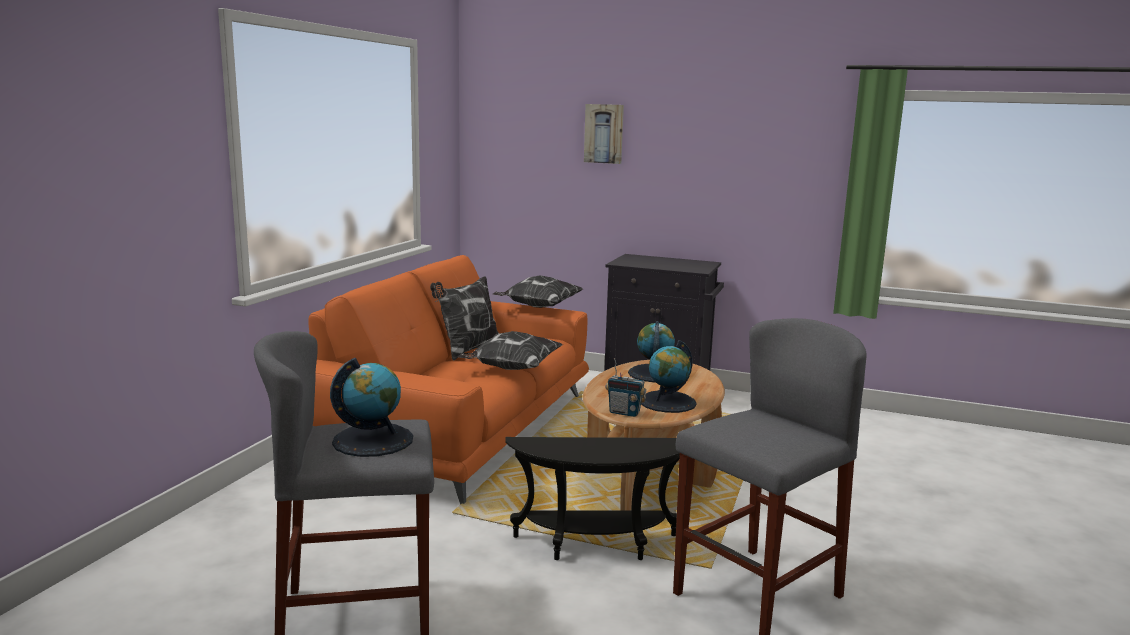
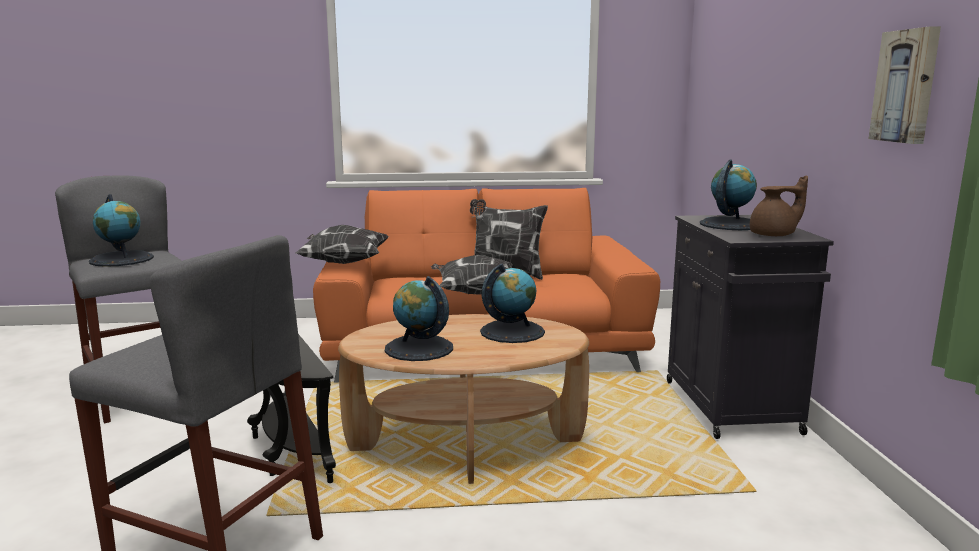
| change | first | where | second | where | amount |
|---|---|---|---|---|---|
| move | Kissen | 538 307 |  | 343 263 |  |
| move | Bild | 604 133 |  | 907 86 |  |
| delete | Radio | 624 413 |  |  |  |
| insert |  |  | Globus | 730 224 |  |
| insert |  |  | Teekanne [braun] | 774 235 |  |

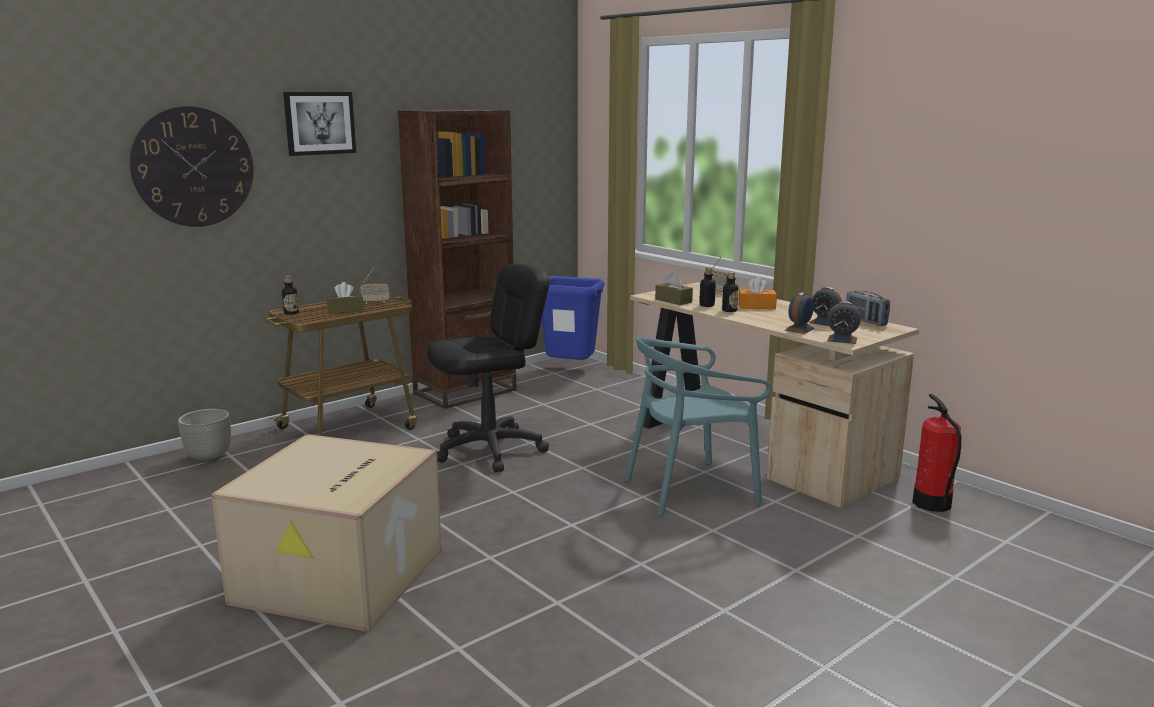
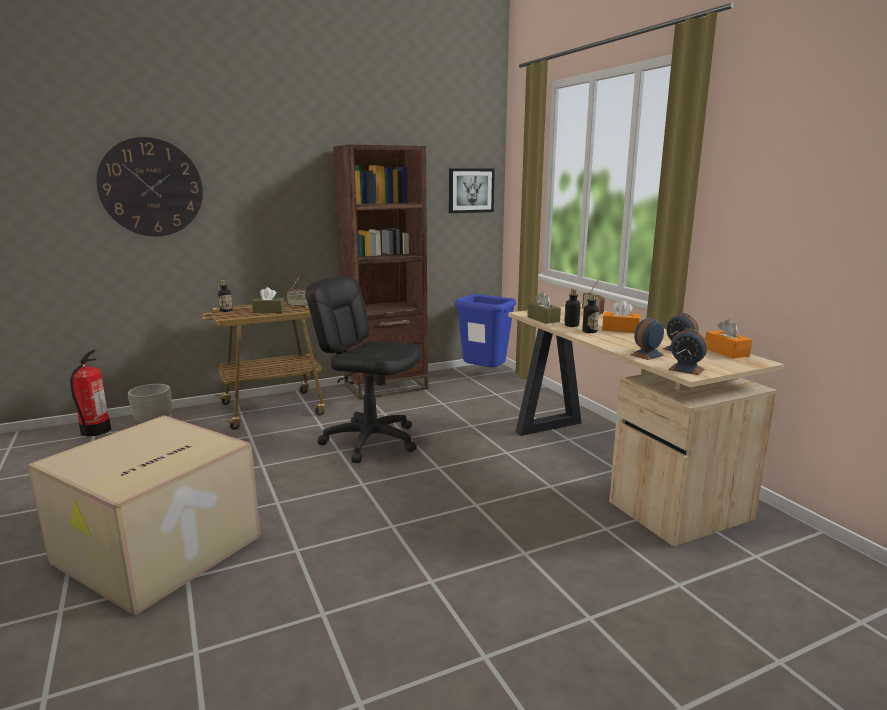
| change | first | where | second | where | amount |
|---|---|---|---|---|---|
| move | Bild | 319 123 |  | 470 190 |  |
| rotate | Bürostuhl [schwarz] | 490 450 |  | 370 441 | 135 degrees counterclockwise |
| delete | Stuhl [türkis] | 691 489 |  |  |  |
| replace | Radio | 865 321 | Taschentuchbox [orange] | 726 352 |  |
| move | Feuerlöscher | 931 503 |  | 95 431 |  |

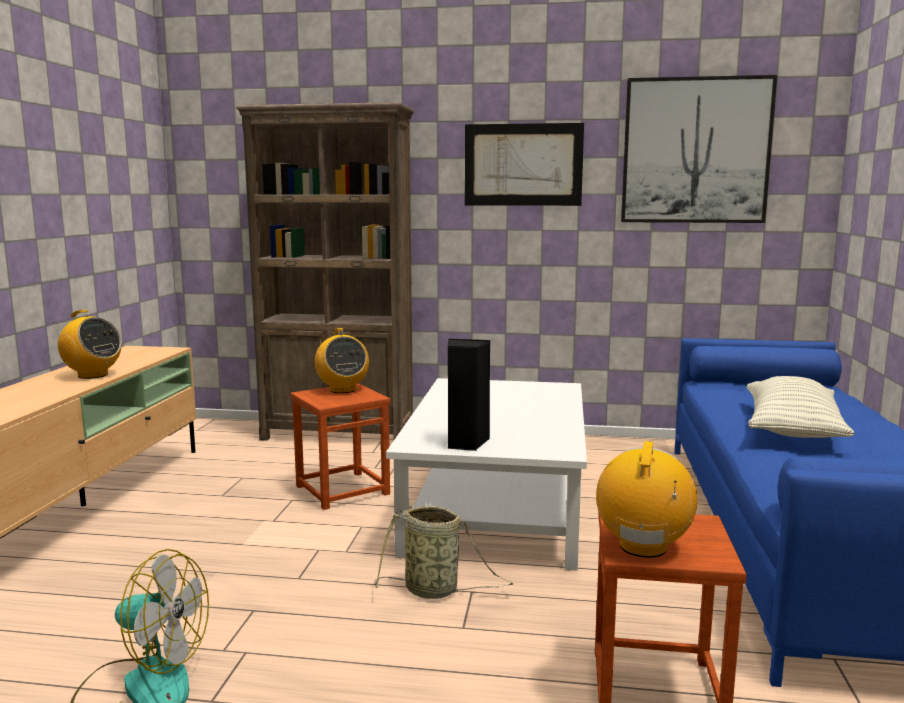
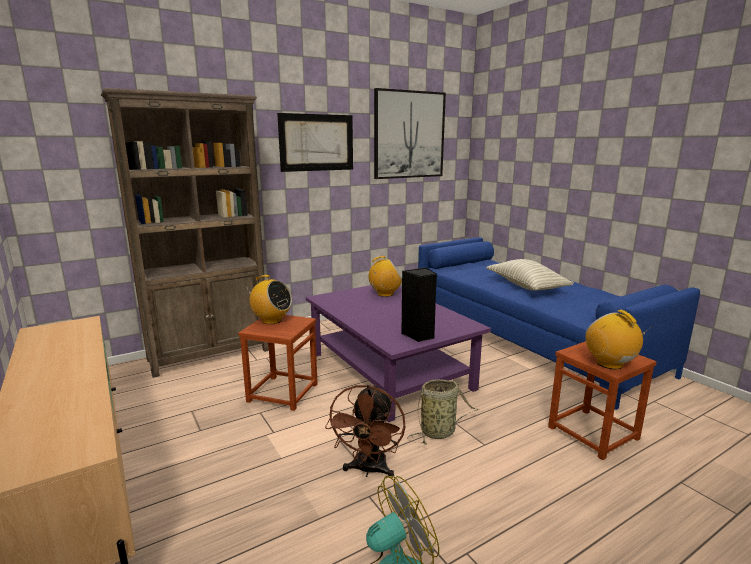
| change | first | where | second | where | amount |
|---|---|---|---|---|---|
| move | Radio | 92 375 |  | 385 294 |  |
| recolor | Couchtisch [weiß] | 498 508 | Couchtisch [lila] | 390 370 |  |
| insert |  |  | Ventilator [braun] | 368 470 |  |

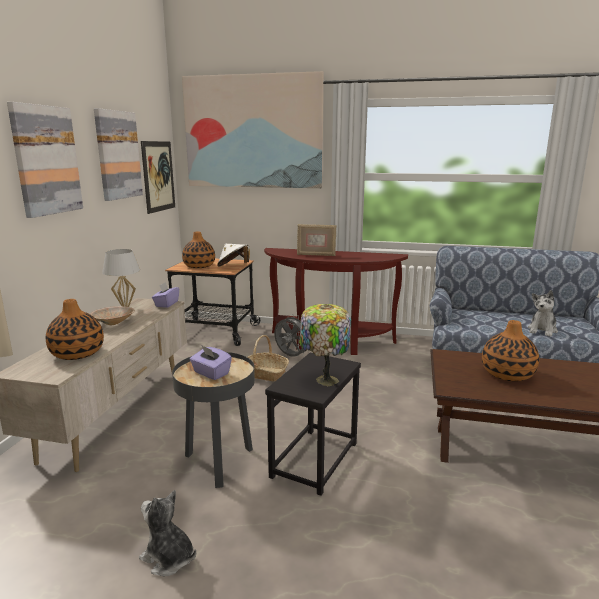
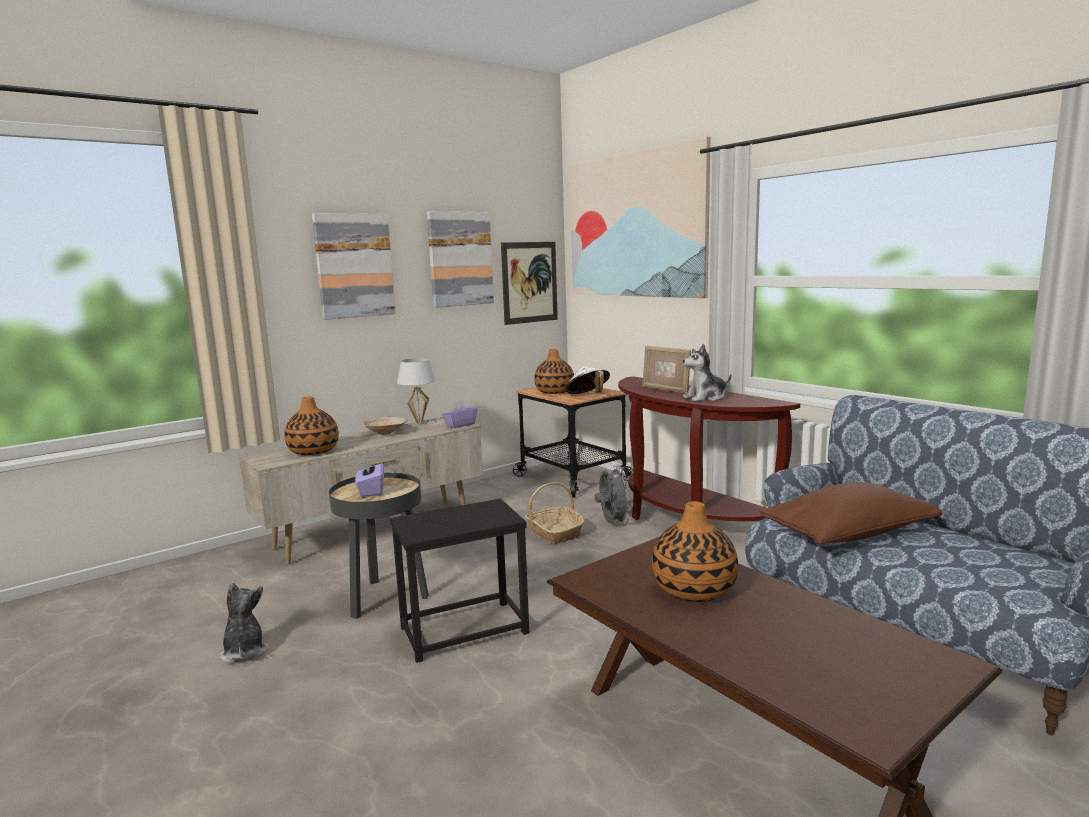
| change | first | where | second | where | amount |
|---|---|---|---|---|---|
| delete | Tischlampe | 325 380 |  |  |  |
| move | Plüschtier | 542 330 |  | 705 398 |  |
| insert |  |  | Kissen [braun] | 848 534 |  |

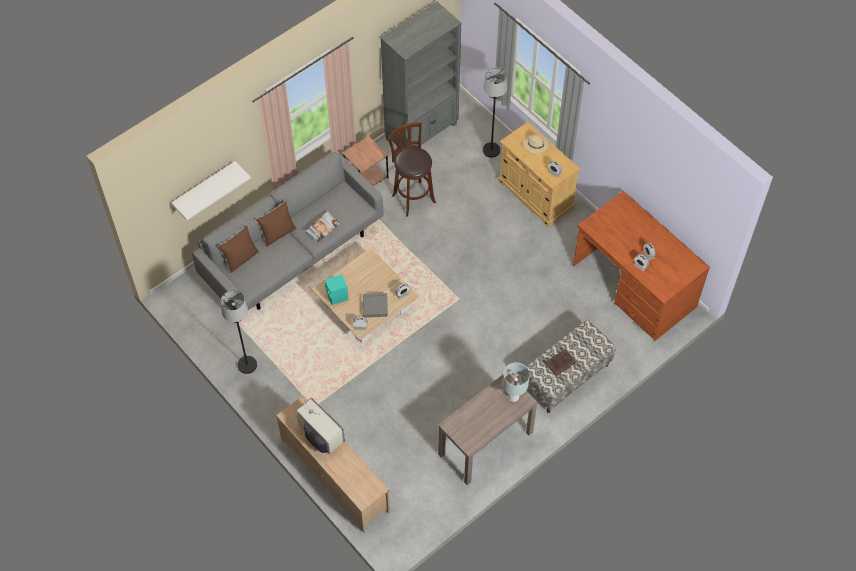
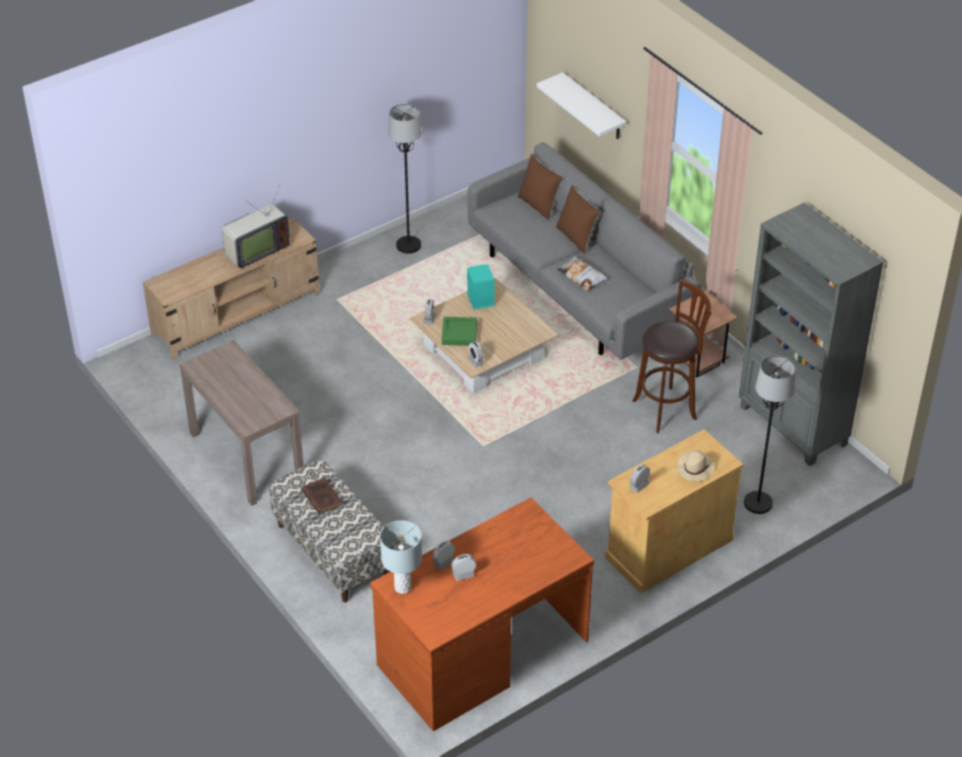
| change | first | where | second | where | amount |
|---|---|---|---|---|---|
| recolor | Tablett [grau] | 375 306 | Tablett [grün] | 459 334 |  |
| move | Tischlampe [grau] | 513 397 |  | 403 587 |  |

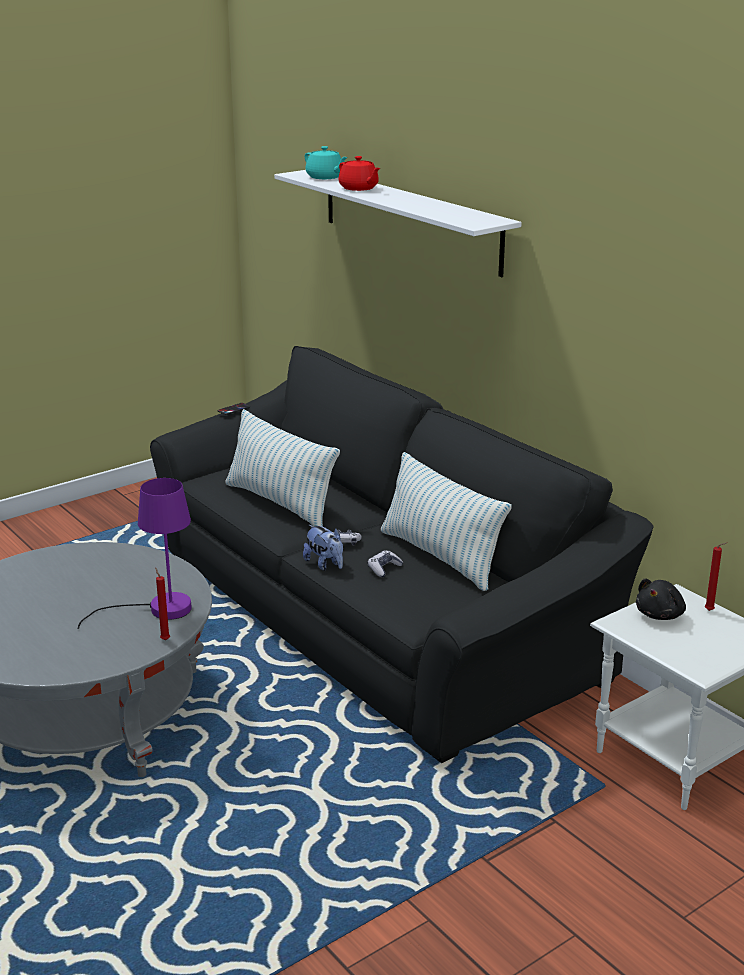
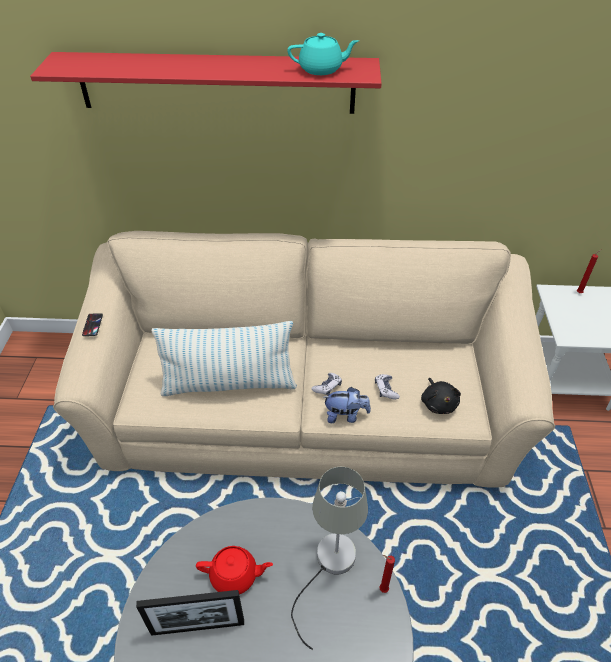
| change | first | where | second | where | amount |
|---|---|---|---|---|---|
| recolor | Tischlampe [lila] | 158 610 | Tischlampe [grau] | 329 566 |  |
| recolor | Sofa [schwarz] | 373 613 | Sofa [beige] | 305 408 |  |
| recolor | Wandregal [weiß] | 410 220 | Wandregal [rot] | 216 83 |  |
| move | Teekanne [türkis] | 325 177 |  | 321 69 |  |
| move | Teekanne [rot] | 359 188 |  | 235 575 |  |
| delete | Kissen | 440 557 |  |  |  |
| move | Plüschtier [schwarz] | 660 614 |  | 438 403 |  |
| insert |  |  | Bilderrahmen | 198 627 |  |

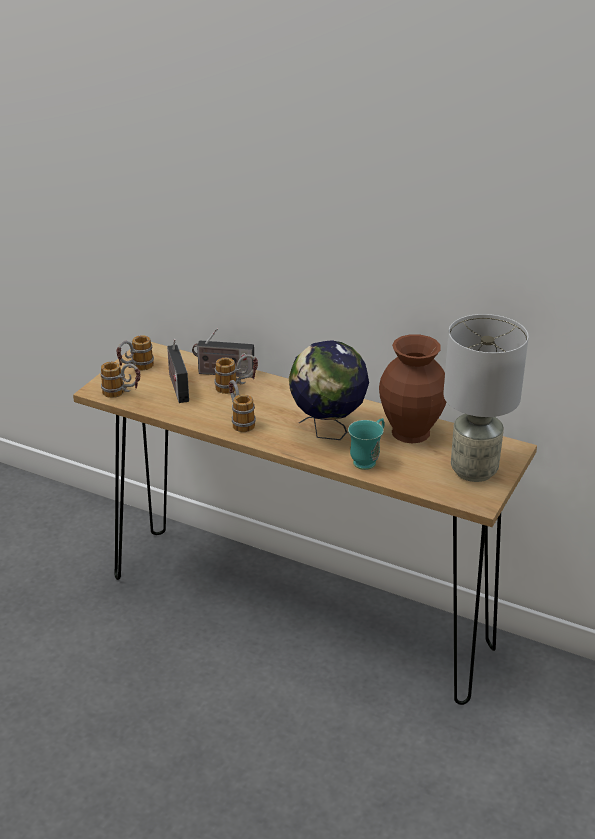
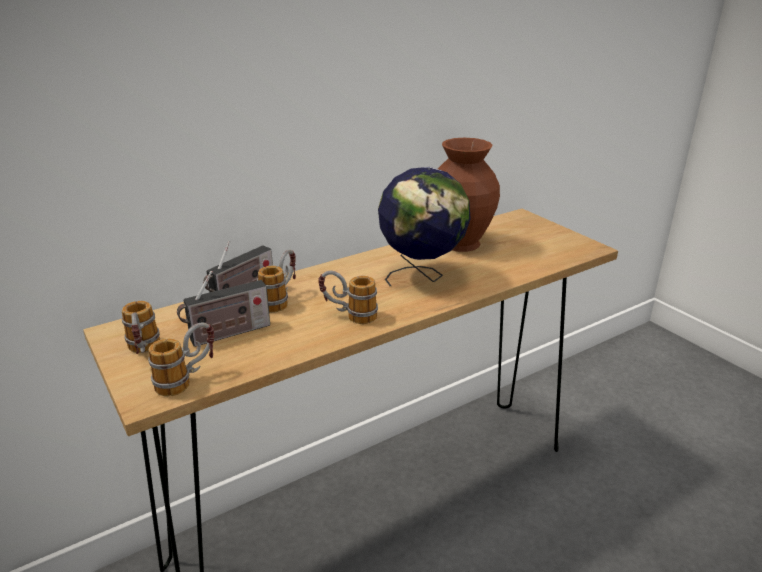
| change | first | where | second | where | amount |
|---|---|---|---|---|---|
| rotate | Radio | 177 386 |  | 227 334 | 45 degrees counterclockwise |
| delete | Henkelbecher [türkis] | 368 460 |  |  |  |
| delete | Tischlampe [grau] | 475 471 |  |  |  |

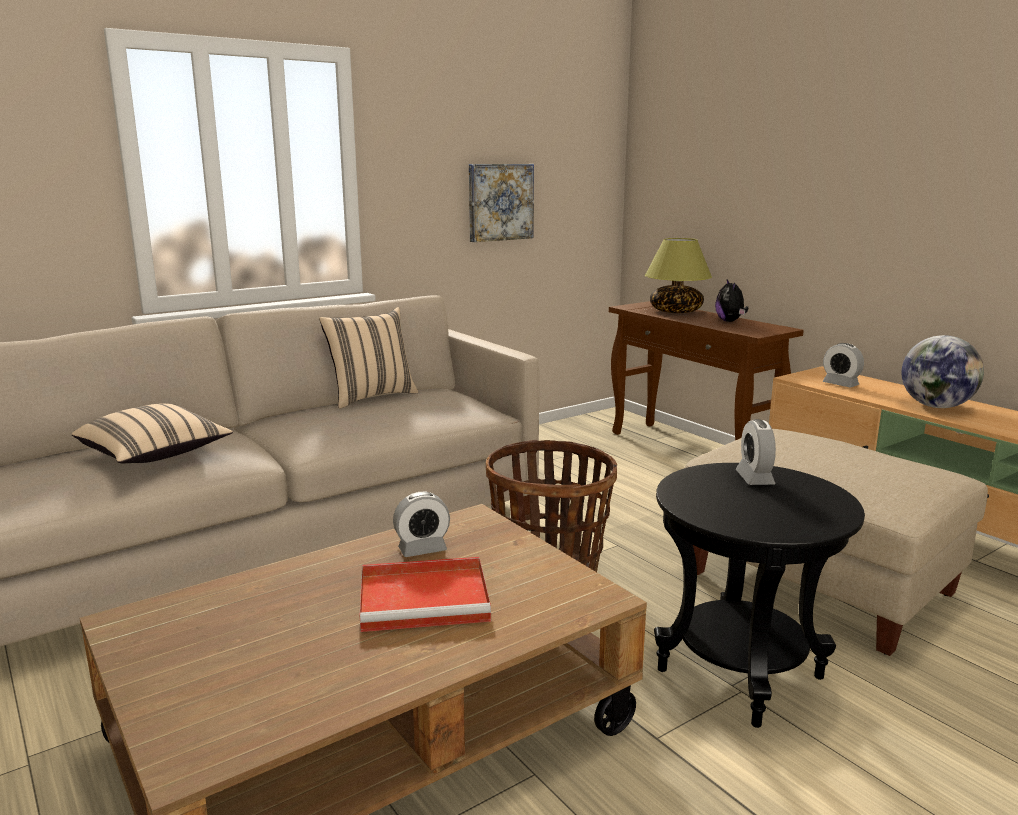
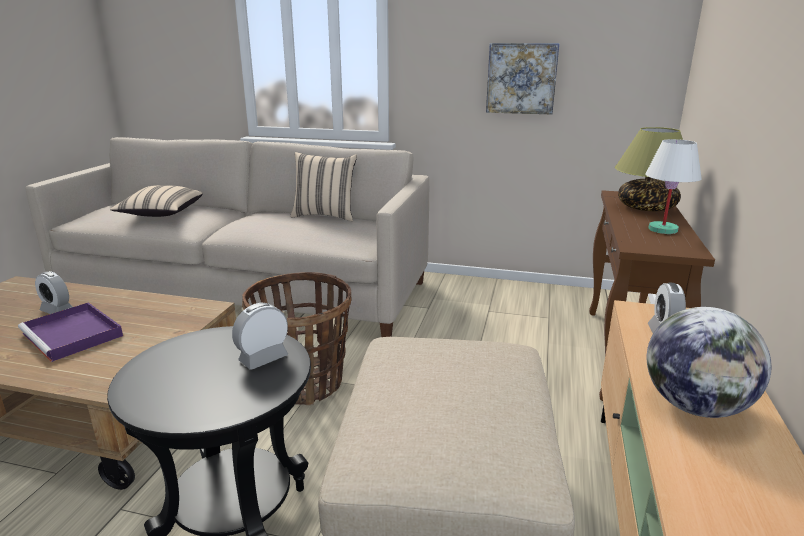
| change | first | where | second | where | amount |
|---|---|---|---|---|---|
| recolor | Tablett [rot] | 427 598 | Tablett [lila] | 74 335 |  |
| move | Wecker | 422 549 |  | 57 310 |  |
| replace | Plüschtier | 730 321 | Tischlampe [weiß] | 663 230 |  |

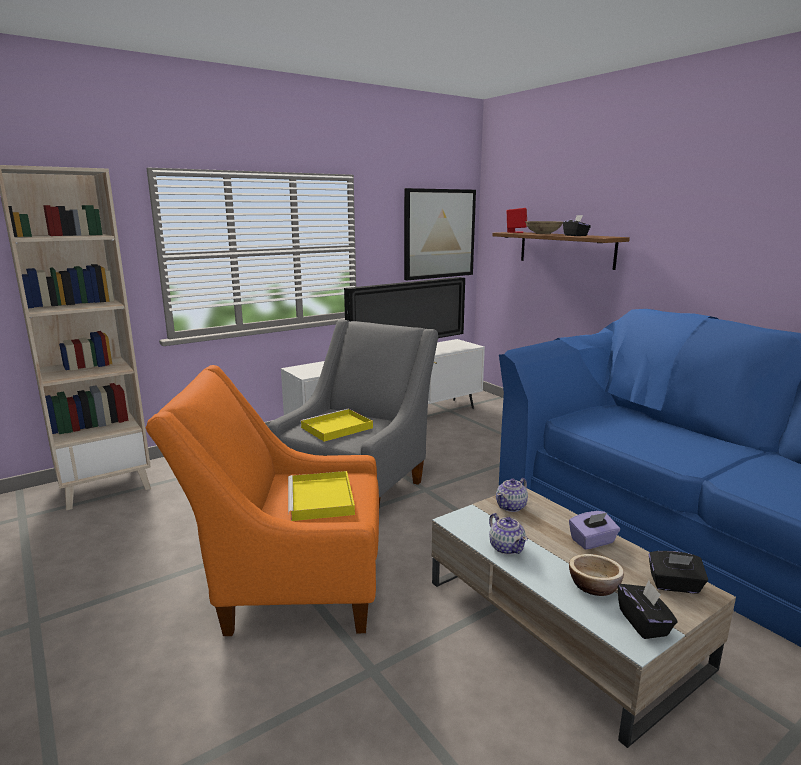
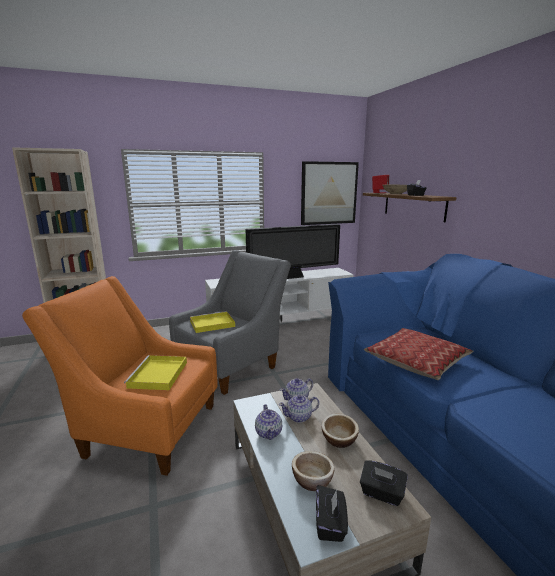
| change | first | where | second | where | amount |
|---|---|---|---|---|---|
| replace | Taschentuchbox [lila] | 592 541 | Schüssel | 339 439 |  |
| insert |  |  | Teekanne | 299 417 |  |
| insert |  |  | Kissen | 416 361 |  |

